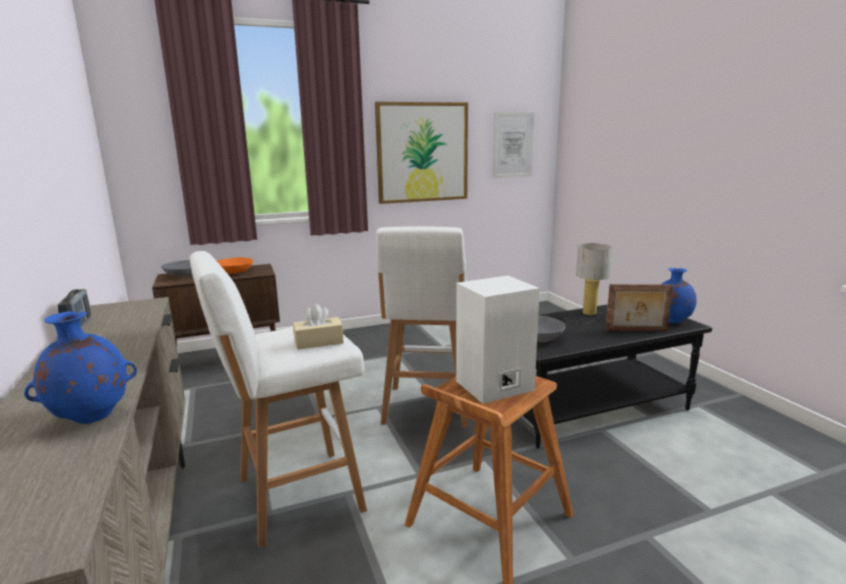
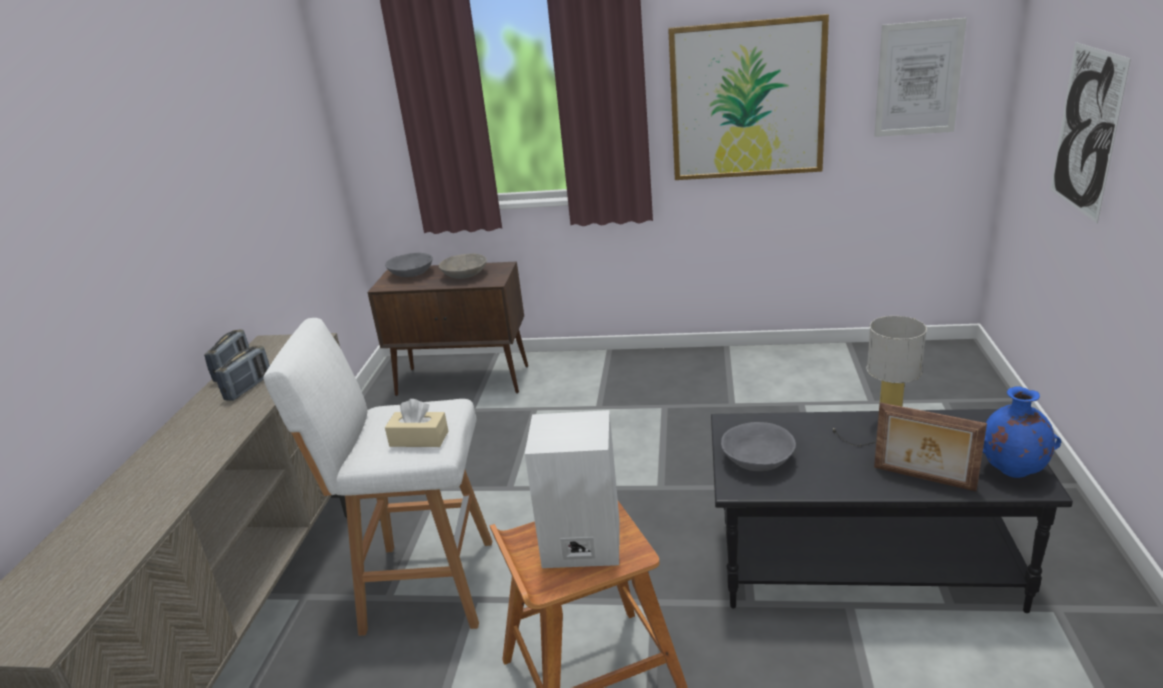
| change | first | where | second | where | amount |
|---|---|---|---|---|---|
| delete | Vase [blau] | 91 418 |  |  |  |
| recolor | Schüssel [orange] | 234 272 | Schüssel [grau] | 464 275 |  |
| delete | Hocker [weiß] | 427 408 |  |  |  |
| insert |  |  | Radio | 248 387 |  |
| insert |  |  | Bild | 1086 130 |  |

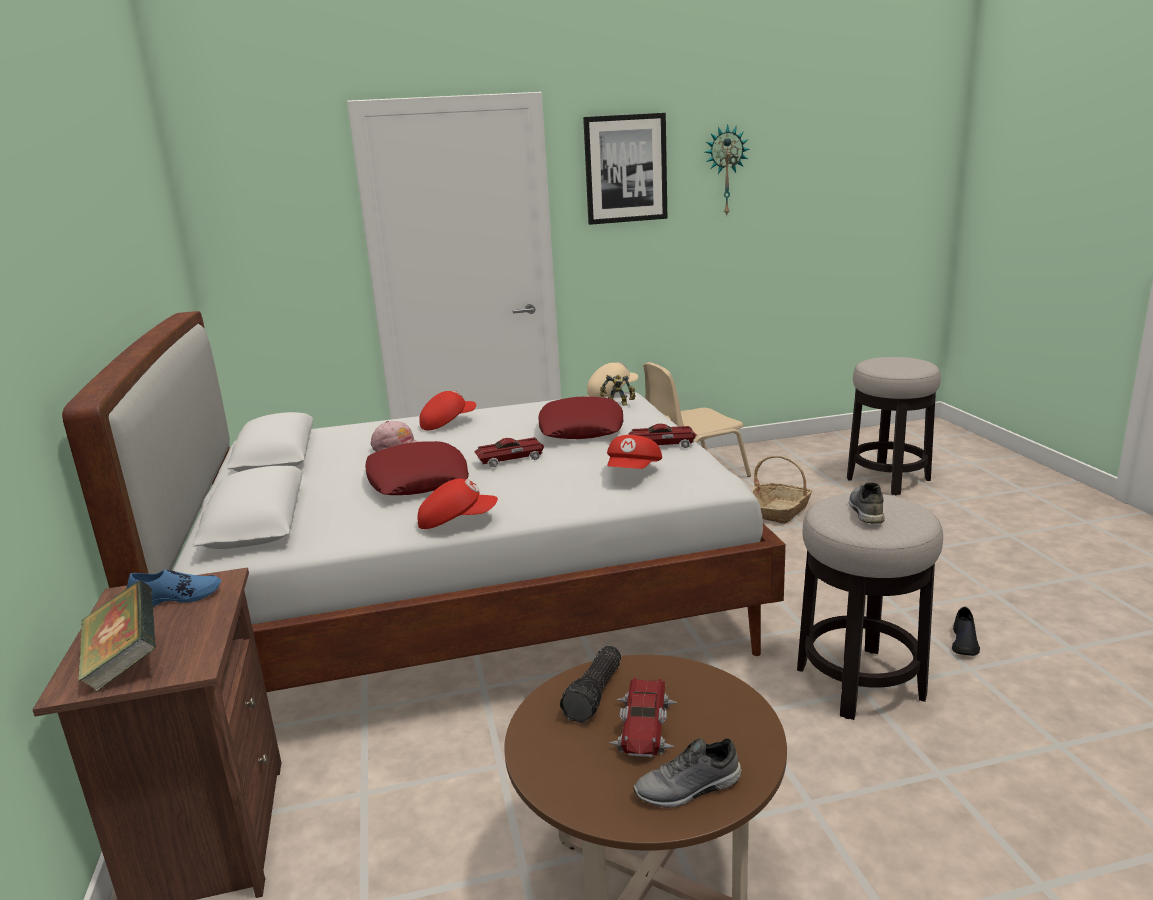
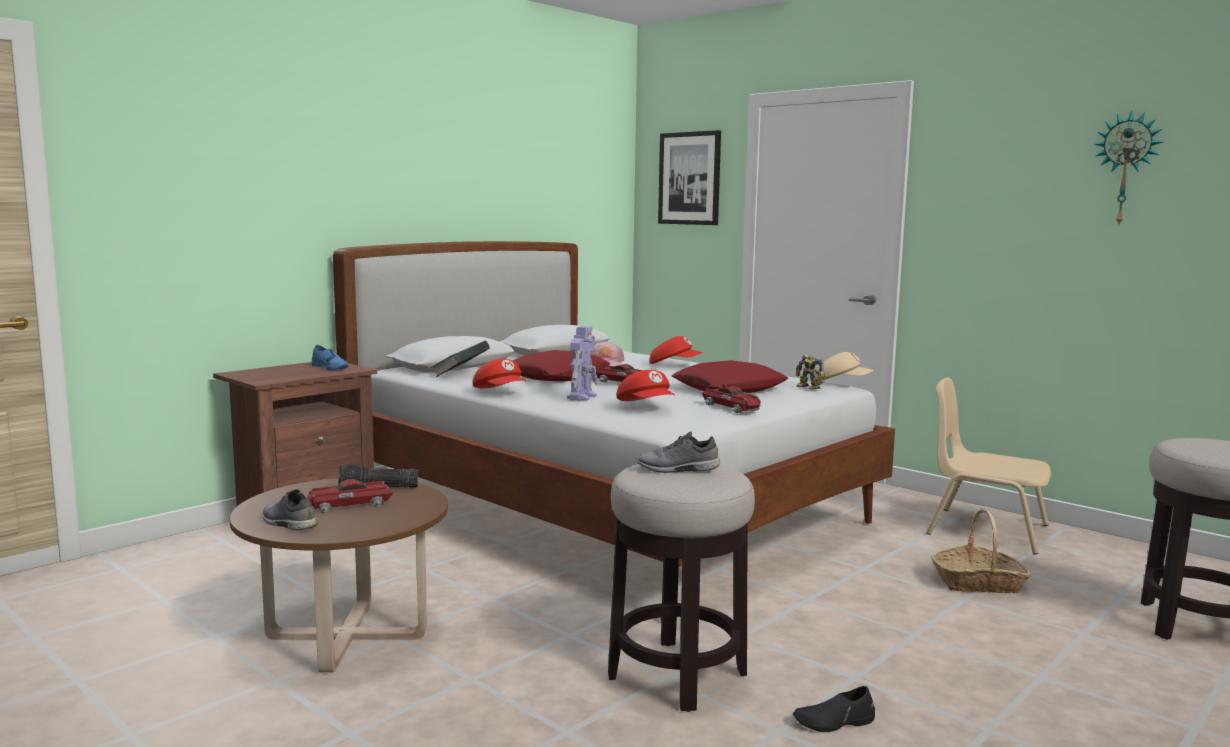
| change | first | where | second | where | amount |
|---|---|---|---|---|---|
| move | Buch | 125 662 |  | 460 375 |  |
| move | Bild | 625 169 |  | 689 178 |  |
| rotate | Kappe [rot] | 634 471 |  | 646 406 | 105 degrees counterclockwise |
| rotate | Schuh [grau] | 865 511 |  | 677 469 | 150 degrees counterclockwise |
| insert |  |  | Spielzeugroboter | 582 397 |  |

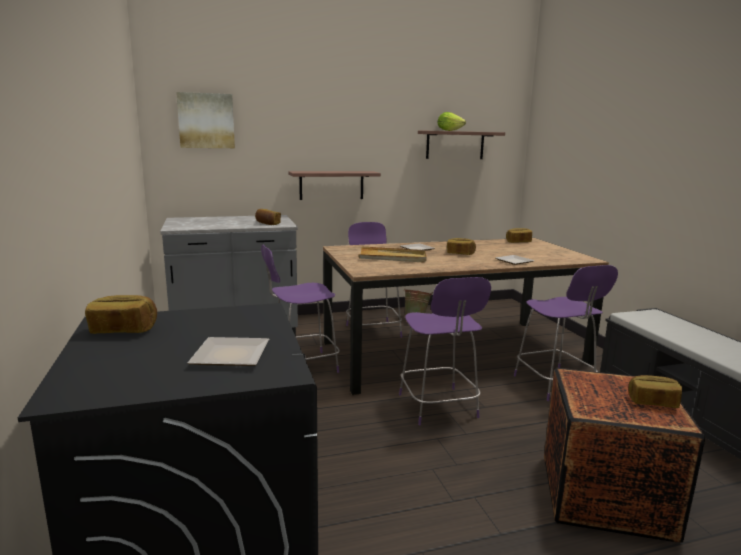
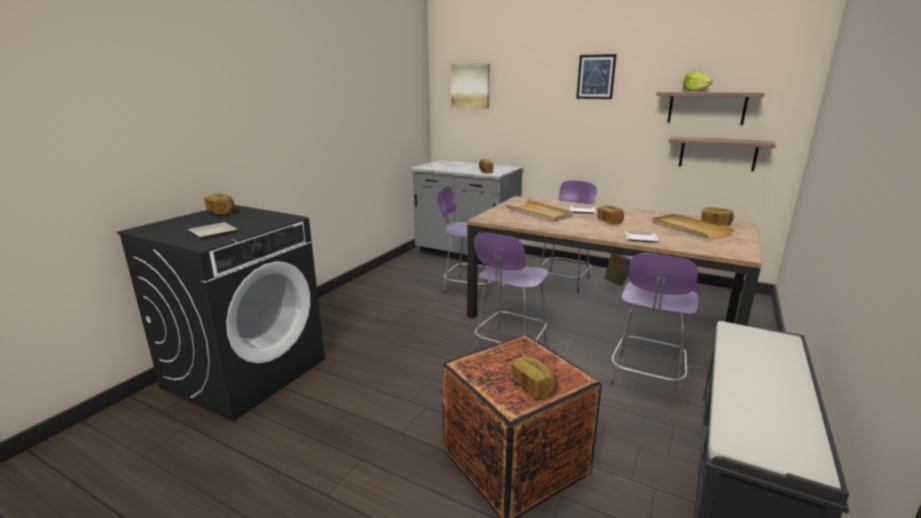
| change | first | where | second | where | amount |
|---|---|---|---|---|---|
| move | Wandregal | 331 185 |  | 717 153 |  |
| insert |  |  | Bild | 595 77 |  |
| insert |  |  | Tablett [beige] | 689 229 |  |

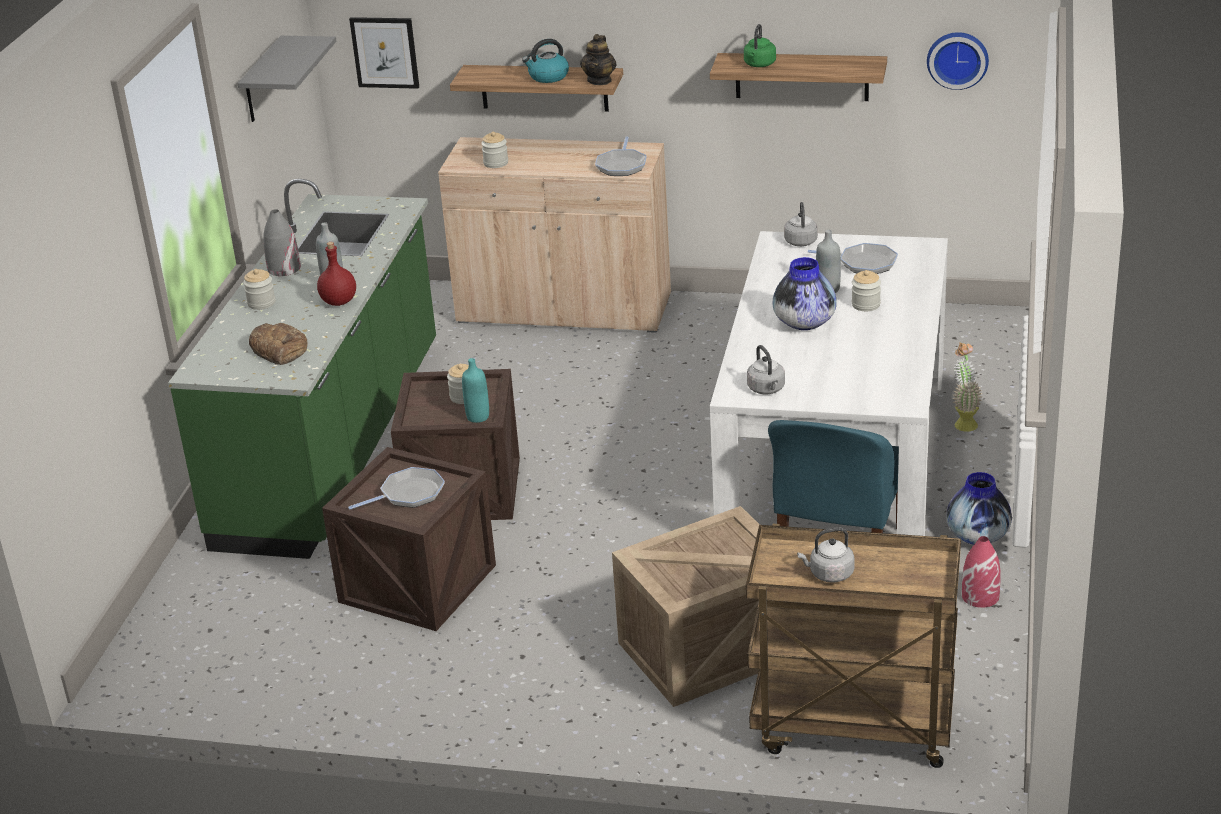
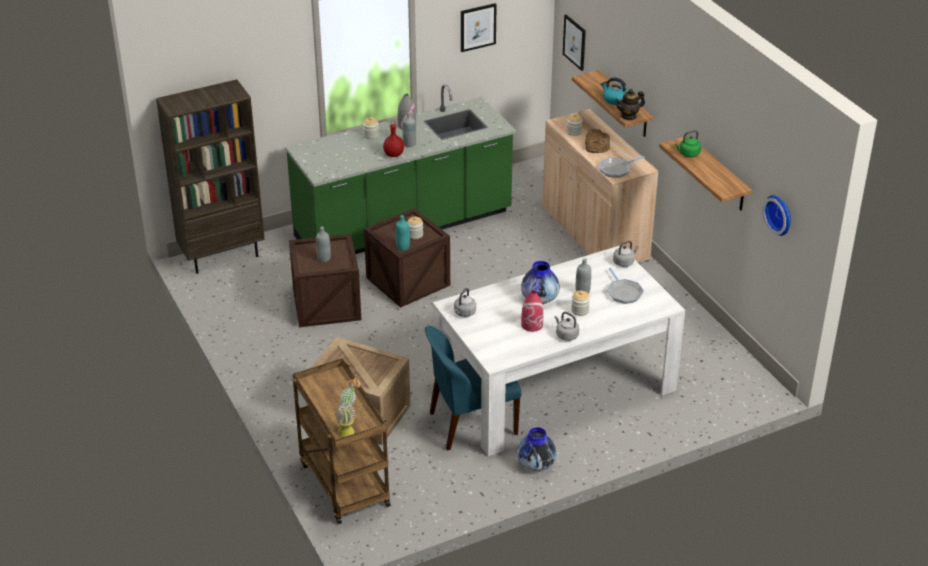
| change | first | where | second | where | amount |
|---|---|---|---|---|---|
| replace | Wandregal [grau] | 263 81 | Bild | 478 27 |  |
| move | Brot | 279 350 |  | 596 145 |  |
| replace | Pfanne | 409 494 | Flasche [grau] | 324 258 |  |
| move | Wasserkessel [grau] | 829 574 |  | 566 335 |  |
| move | Topfpflanze | 964 422 |  | 349 429 |  |
| move | Vase [rot] | 980 596 |  | 532 325 |  |
| insert |  |  | Bücherregal [braun] | 222 256 |  |

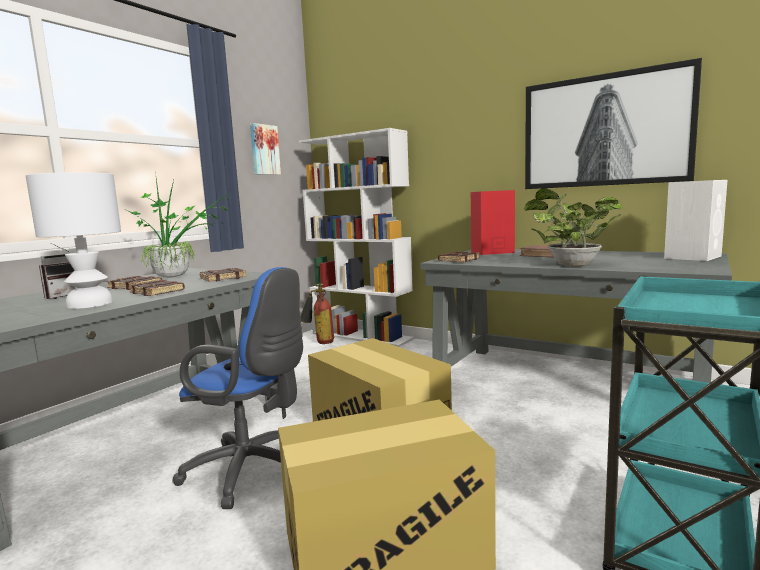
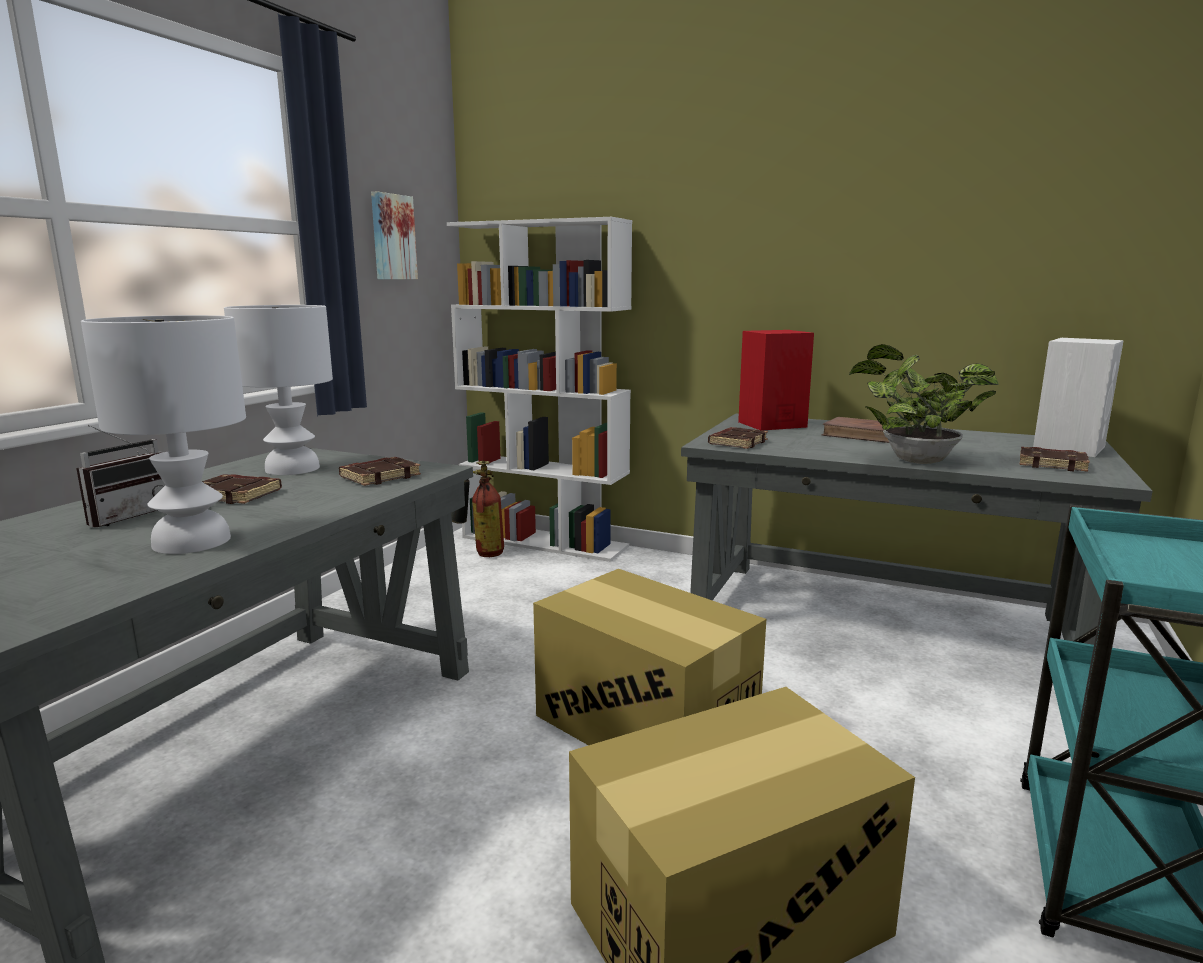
| change | first | where | second | where | amount |
|---|---|---|---|---|---|
| replace | Topfpflanze | 180 276 | Tischlampe [weiß] | 294 468 |  |
| move | Buch [braun] | 158 292 |  | 1052 464 |  |
| delete | Bürostuhl [blau] | 253 471 |  |  |  |
| delete | Bild | 604 130 |  |  |  |

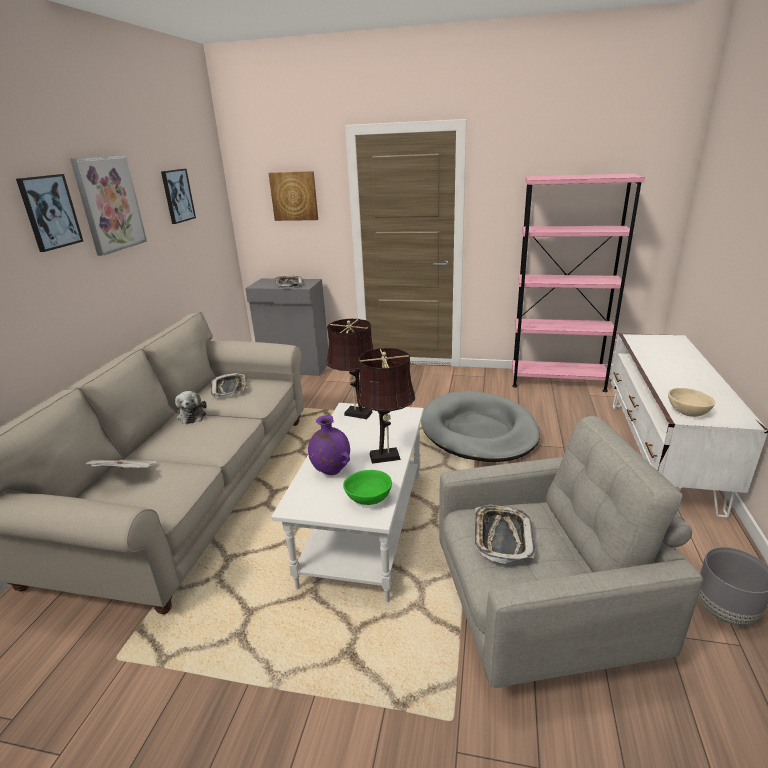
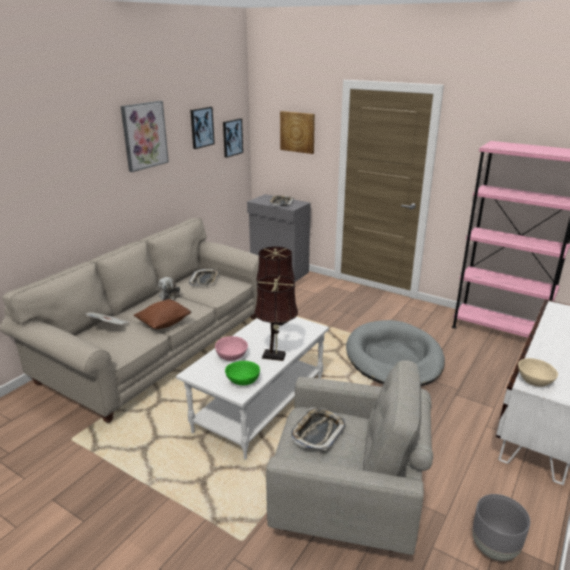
| change | first | where | second | where | amount |
|---|---|---|---|---|---|
| move | Bild | 49 212 |  | 232 137 |  |
| replace | Vase [lila] | 331 471 | Schüssel [rosa] | 231 356 |  |
| insert |  |  | Kissen [braun] | 164 323 |  |

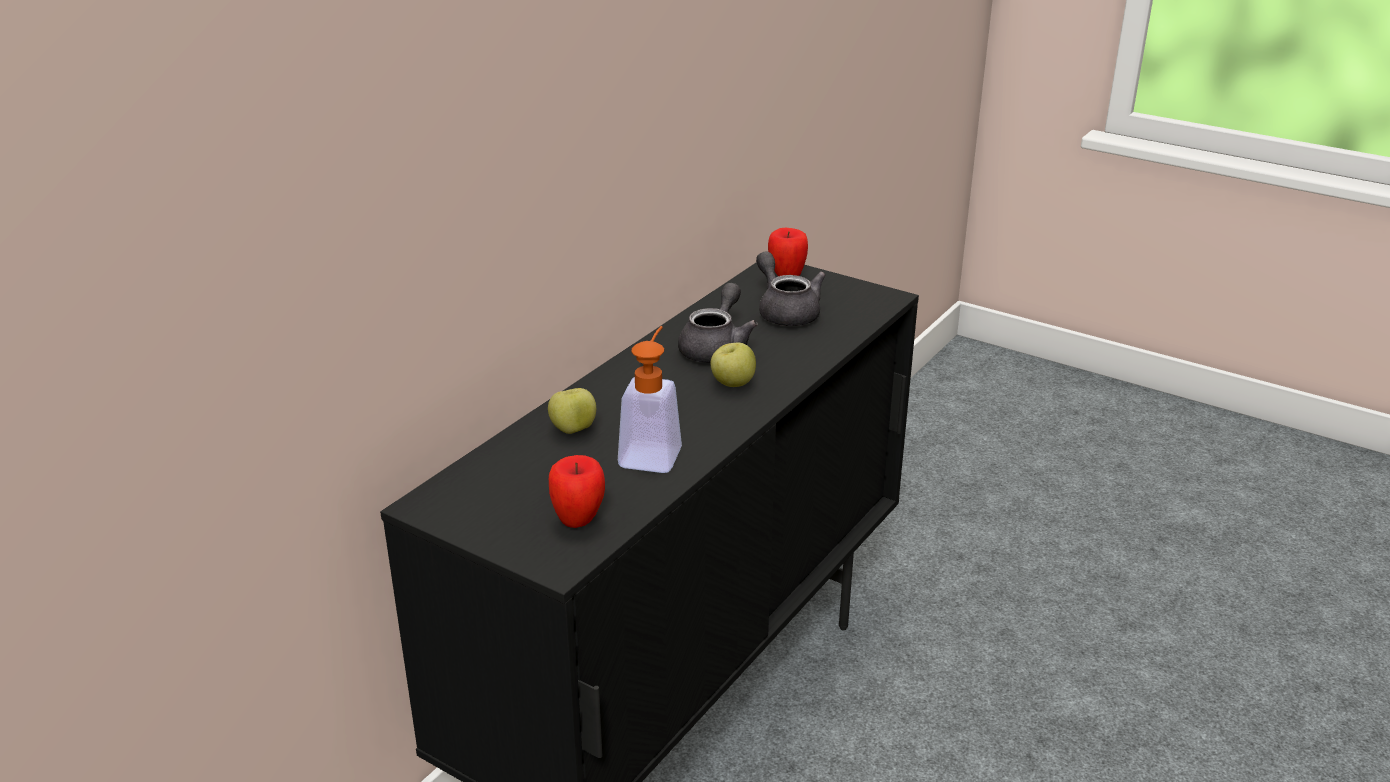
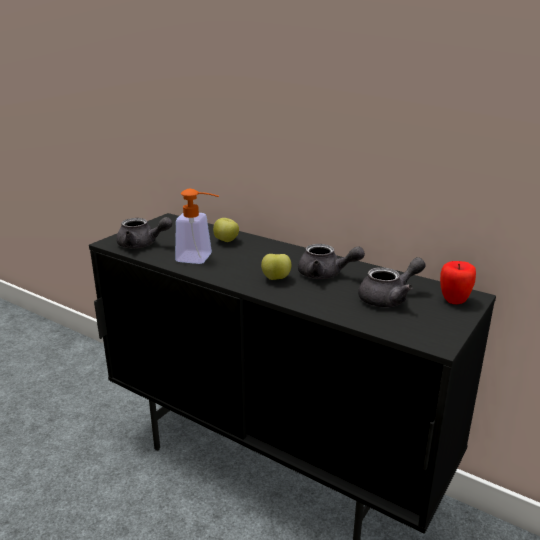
| change | first | where | second | where | amount |
|---|---|---|---|---|---|
| replace | Apfel | 578 521 | Teekanne [grau] | 142 245 |  |

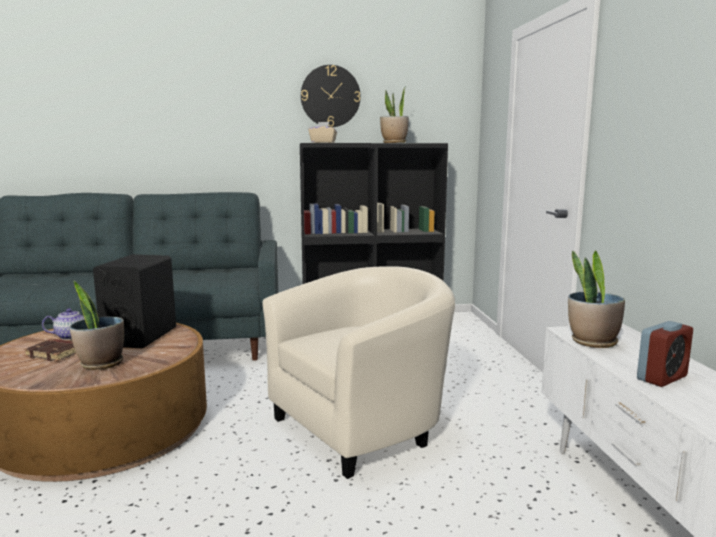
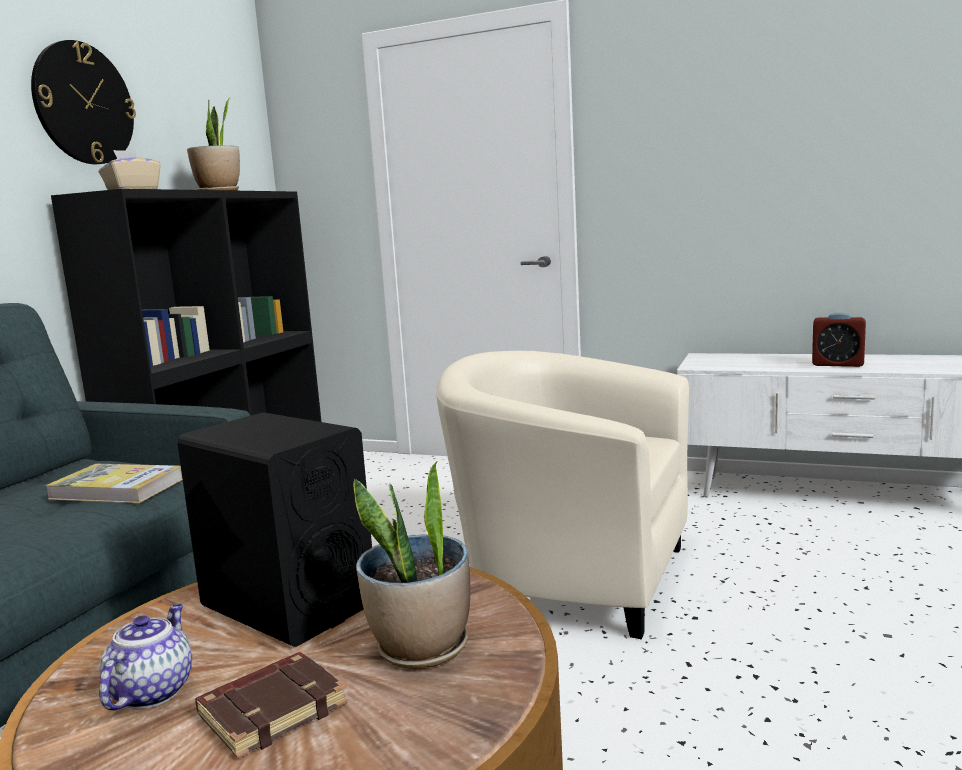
| change | first | where | second | where | amount |
|---|---|---|---|---|---|
| rotate | Sessel [beige] | 362 427 |  | 570 576 | 60 degrees counterclockwise |
| delete | Topfpflanze | 592 342 |  |  |  |
| rotate | Wecker | 662 378 |  | 837 364 | 120 degrees clockwise |
| insert |  |  | Buch | 117 489 |  |

